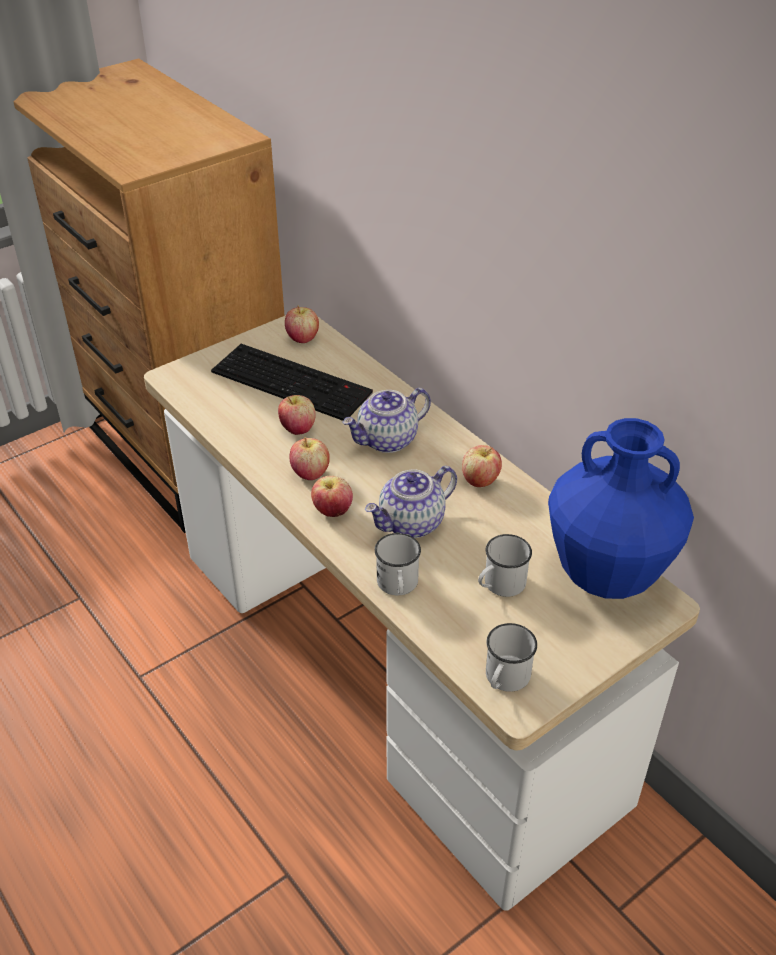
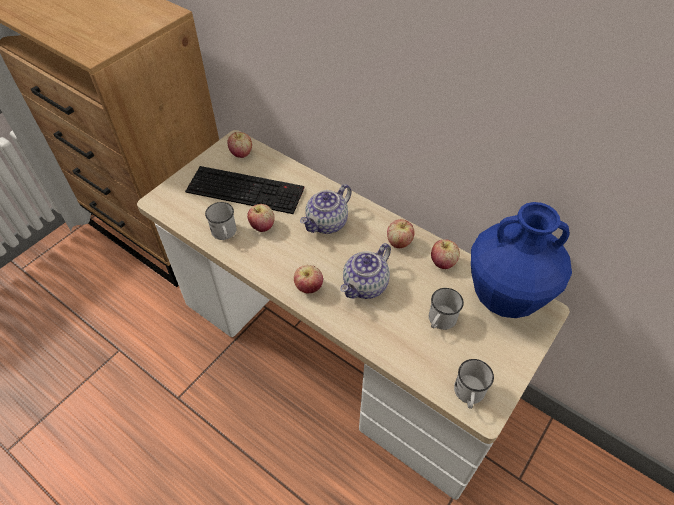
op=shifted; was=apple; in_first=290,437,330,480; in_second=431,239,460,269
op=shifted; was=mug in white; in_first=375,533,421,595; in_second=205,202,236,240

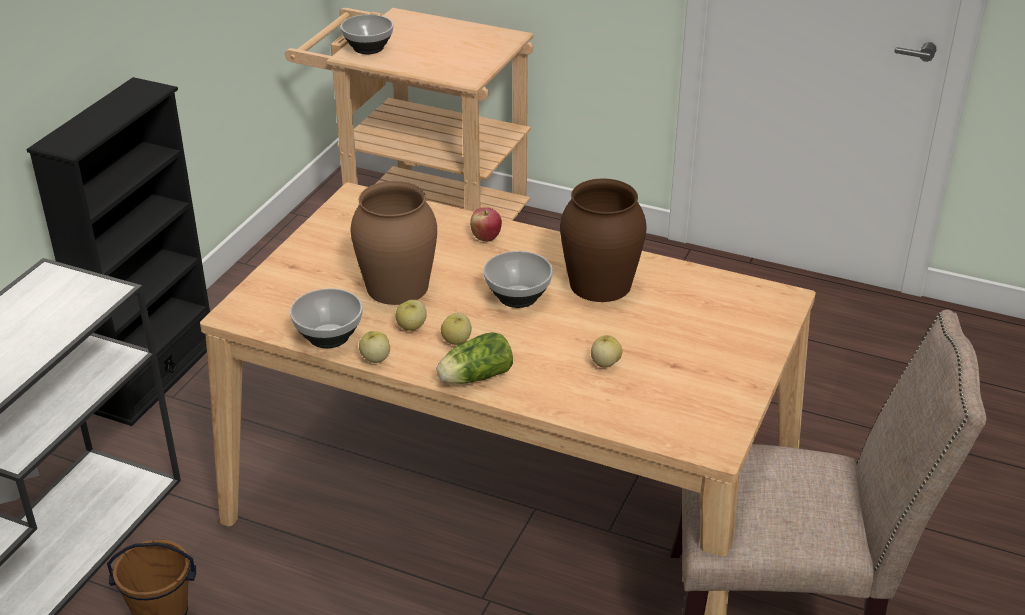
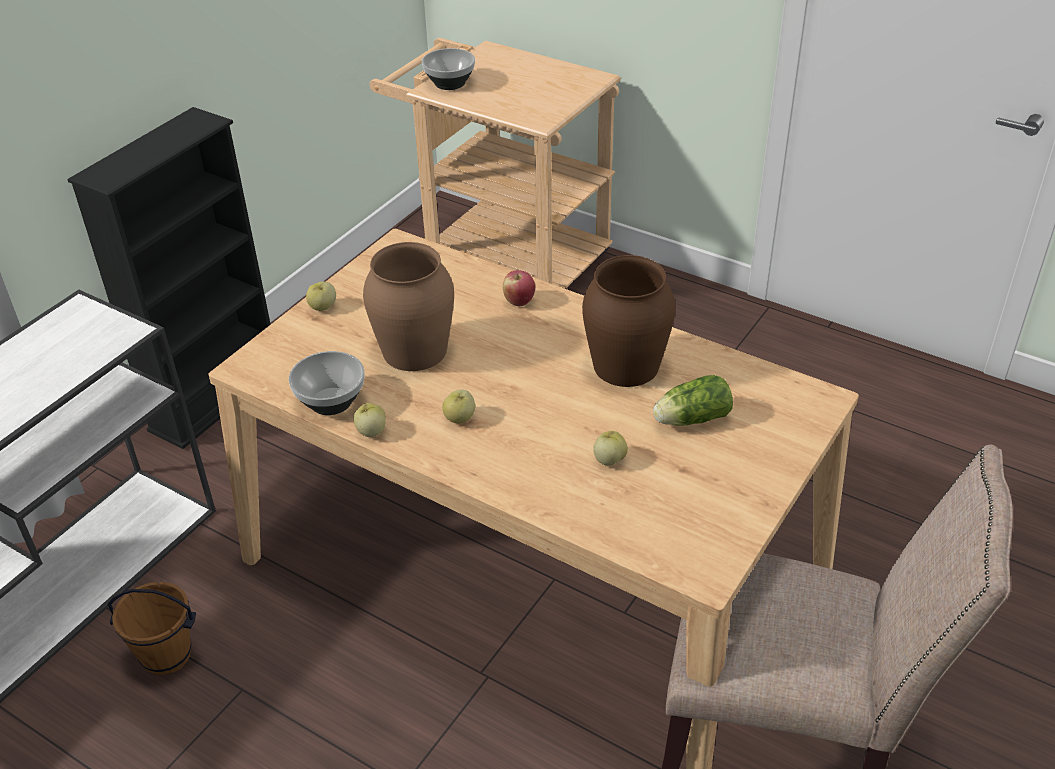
op=gone; was=bowl; in_first=483,251,553,308
op=shifted; was=apple; in_first=395,300,427,331; in_second=306,282,336,311
op=shifted; was=lettuce; in_first=436,332,513,384; in_second=653,375,733,426

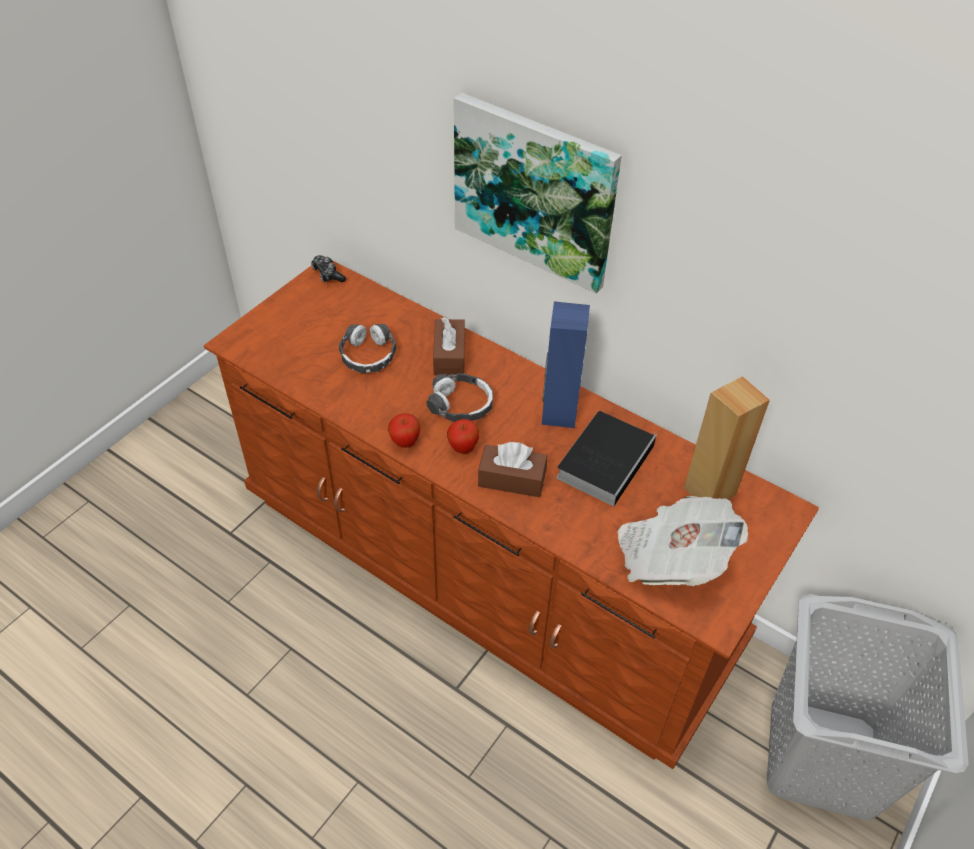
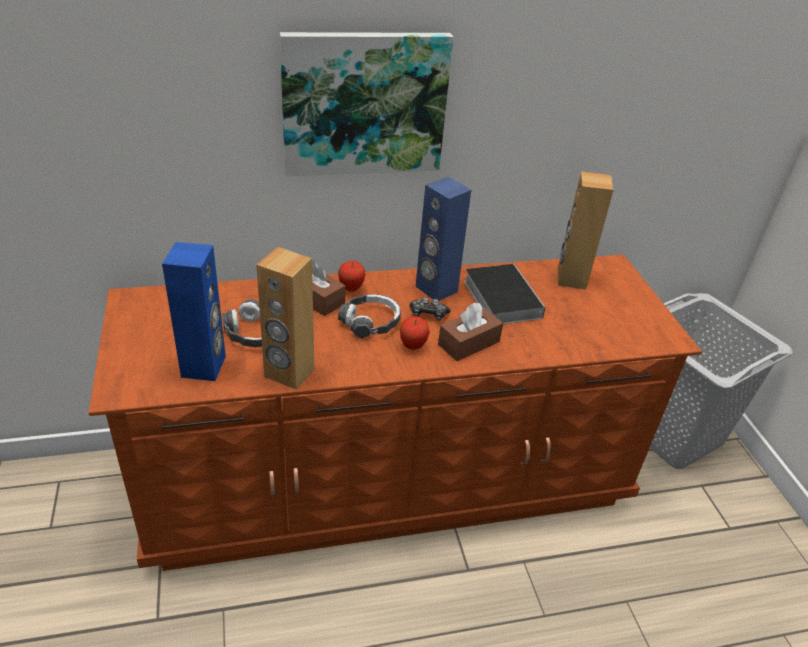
op=gone; was=newspaper; in_first=618,496,748,586
op=new; now=speaker in blue; in_second=162,242,226,381
op=new; now=speaker in brown; in_second=256,247,314,389
op=shifted; was=game controller; in_first=311,255,346,282; in_second=410,297,451,321
op=shifted; was=apple; in_first=388,413,420,448; in_second=338,261,365,292

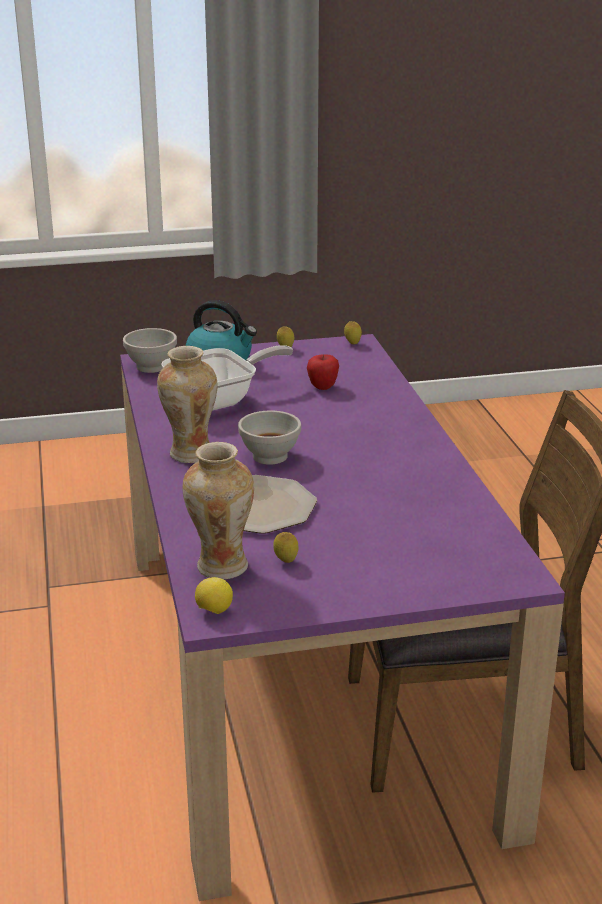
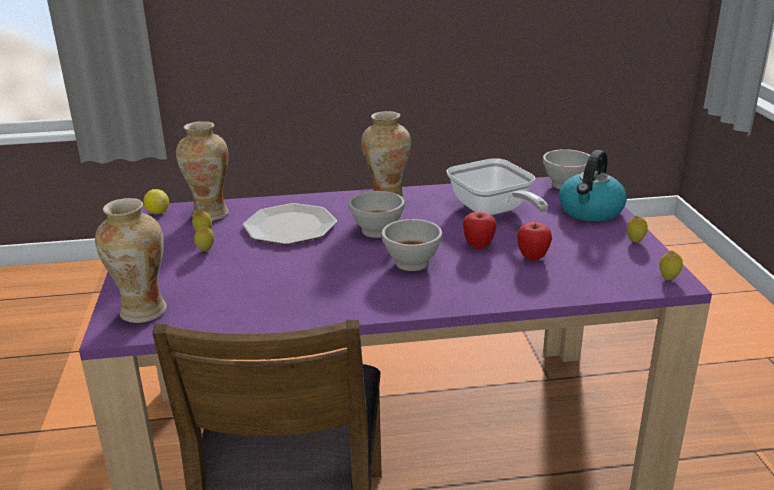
op=new; now=vase; in_second=95,198,167,323
op=new; now=lemon; in_second=194,227,214,251
op=new; now=bowl in white; in_second=382,219,442,271
op=new; now=apple; in_second=463,212,497,249

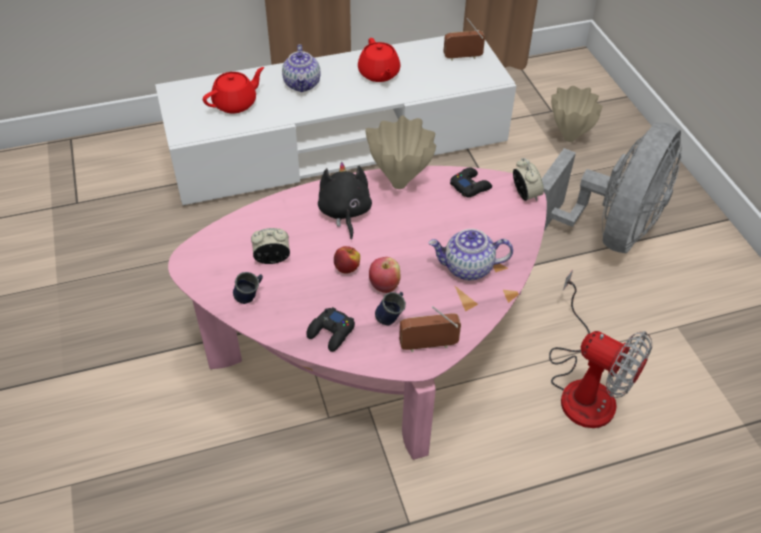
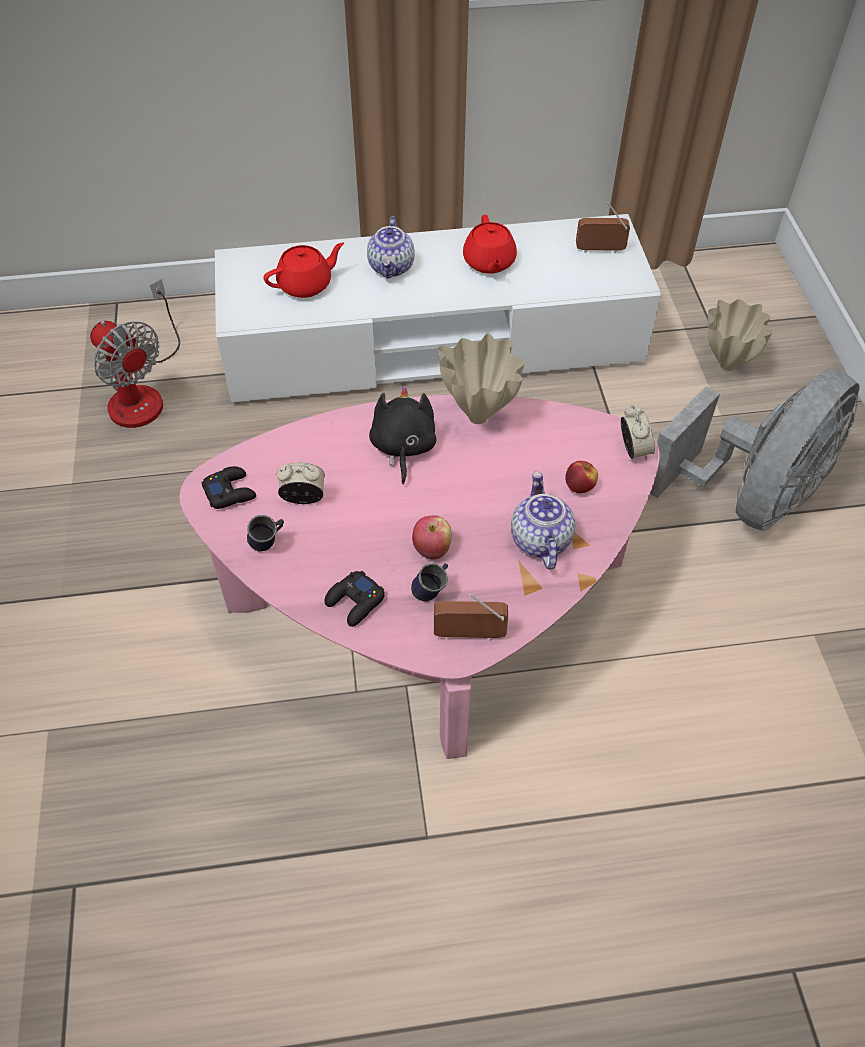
op=shifted; was=apple; in_first=334,246,360,274; in_second=565,461,598,493
op=shifted; was=game controller in black; in_first=450,167,492,197; in_second=201,466,256,509
op=shifted; was=fan; in_first=549,269,652,428; in_second=90,279,180,428
op=rotated; was=teapot; in_first=429,229,513,280; in_second=511,472,575,570; clockwise=75

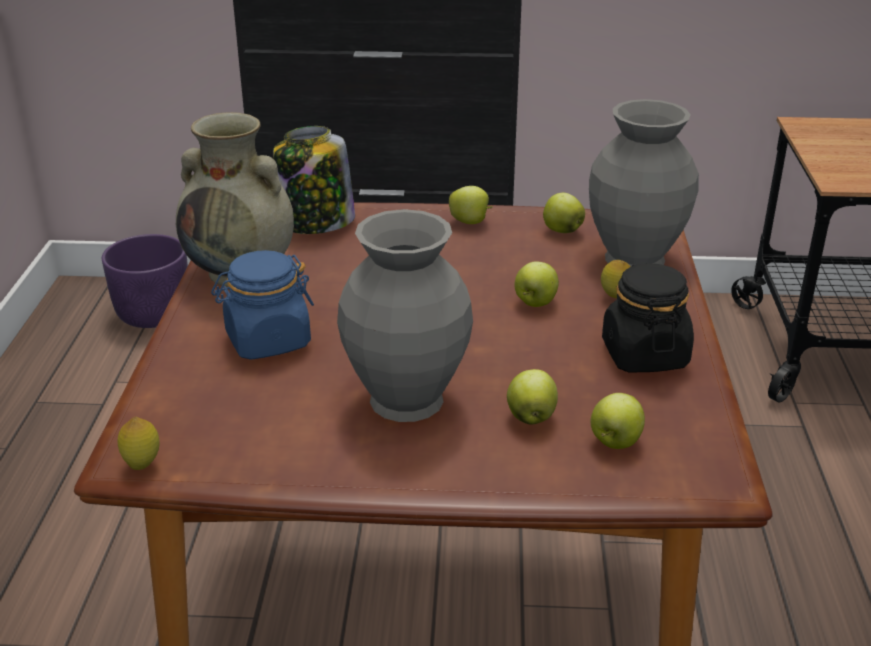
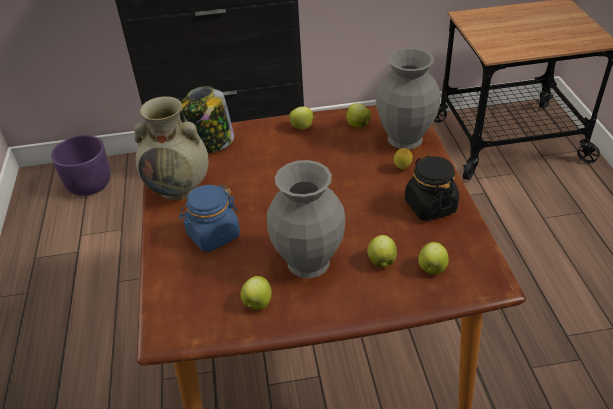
op=gone; was=lemon; in_first=117,417,160,470
op=shifted; was=apple; in_first=514,261,559,307; in_second=241,276,272,310

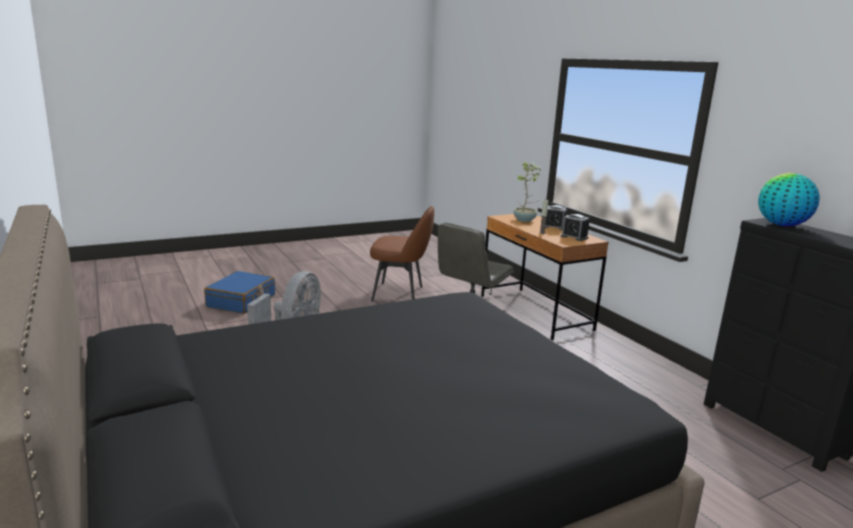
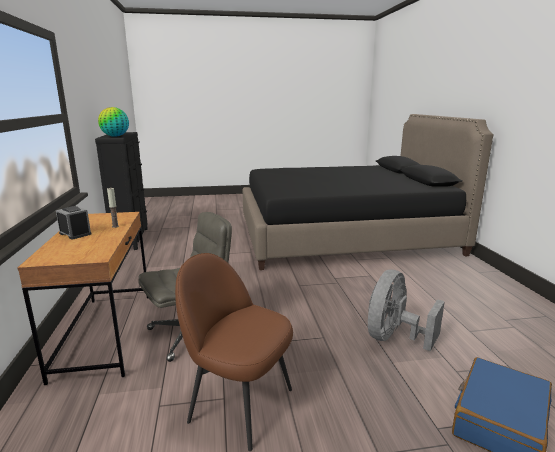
op=gone; was=potted plant; in_first=514,162,541,222
op=gone; was=alarm clock; in_first=561,214,590,241

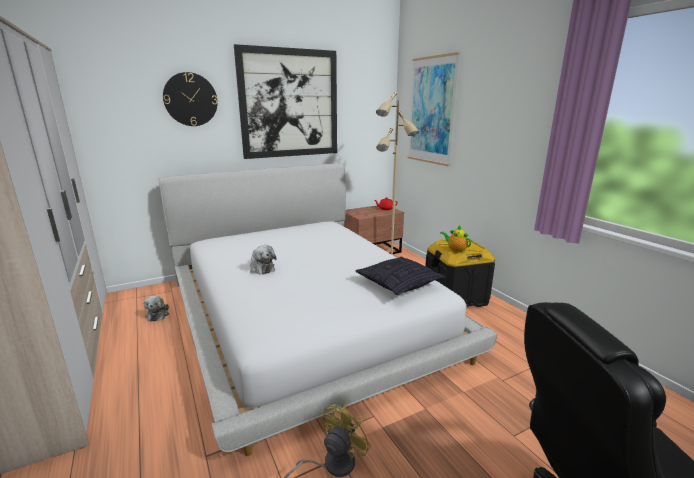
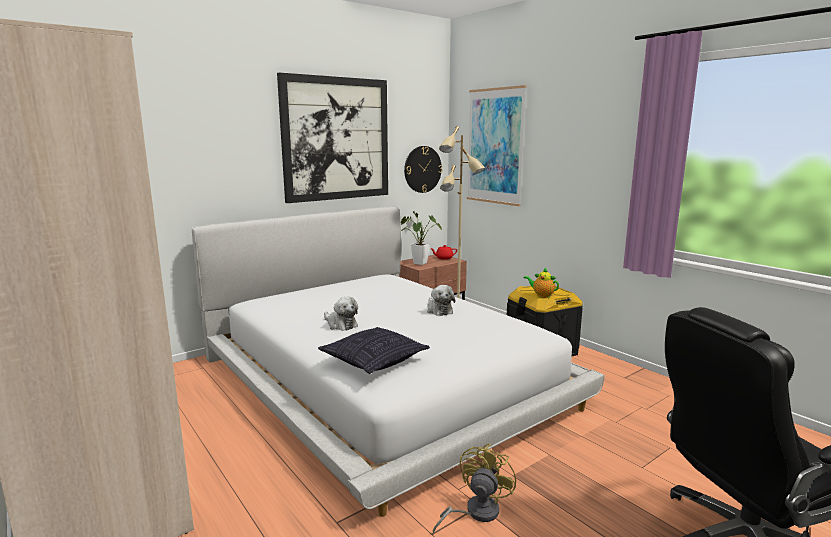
op=new; now=potted plant; in_second=401,211,442,265
op=shifted; was=plush toy; in_first=144,296,169,322; in_second=427,285,455,316
op=shifted; was=wall clock; in_first=163,72,218,126; in_second=404,146,442,193
op=shifted; was=pillow; in_first=355,257,445,295; in_second=318,327,430,374

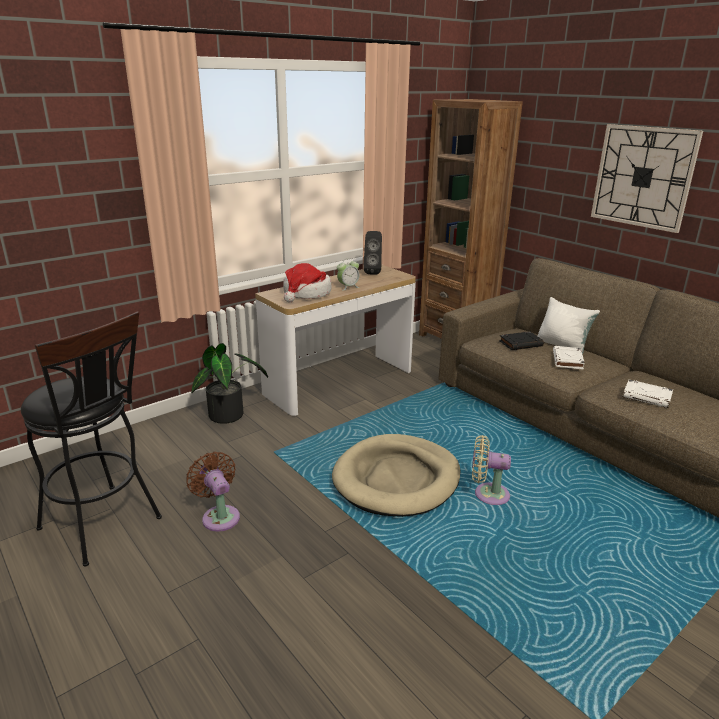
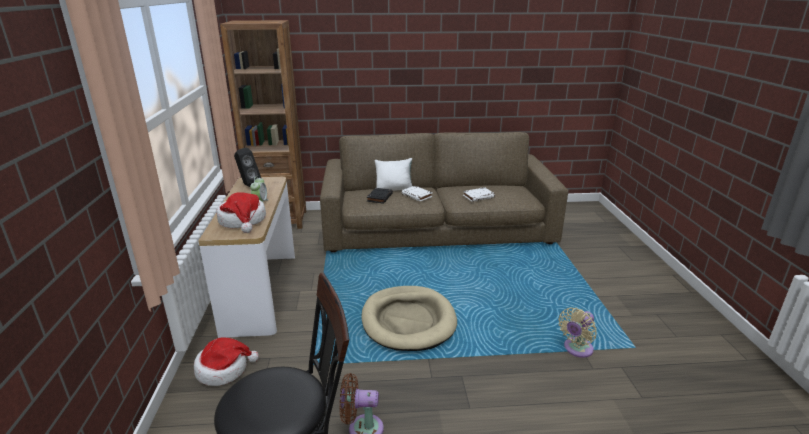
op=gone; was=wall clock; in_first=591,124,703,233
op=shifted; was=fan in beige; in_first=472,435,511,505; in_second=559,308,597,358
op=swapped; was=potted plant; now=hat; in_first=191,343,268,424; in_second=194,338,259,386

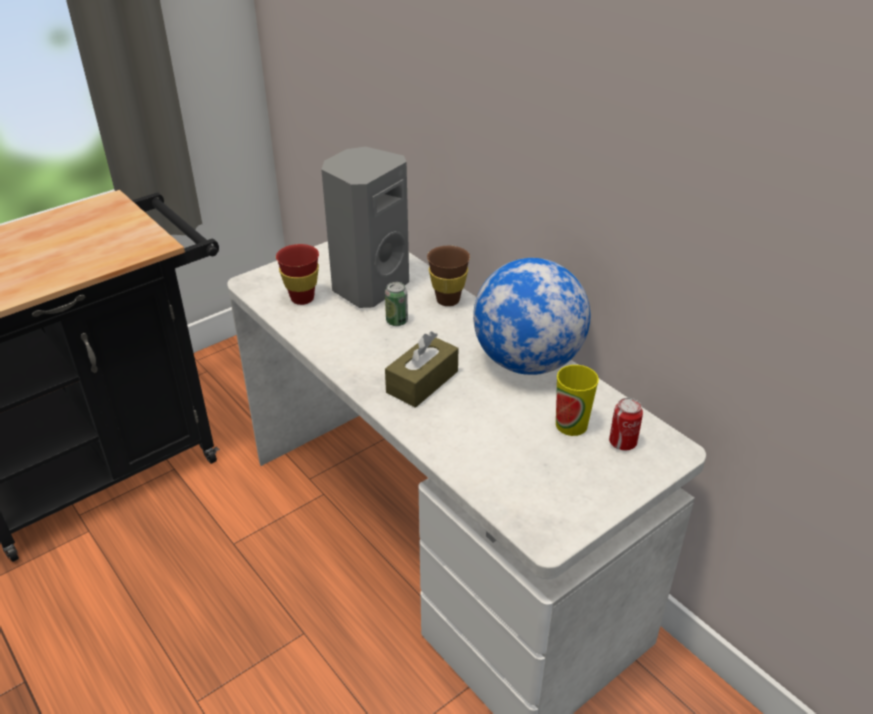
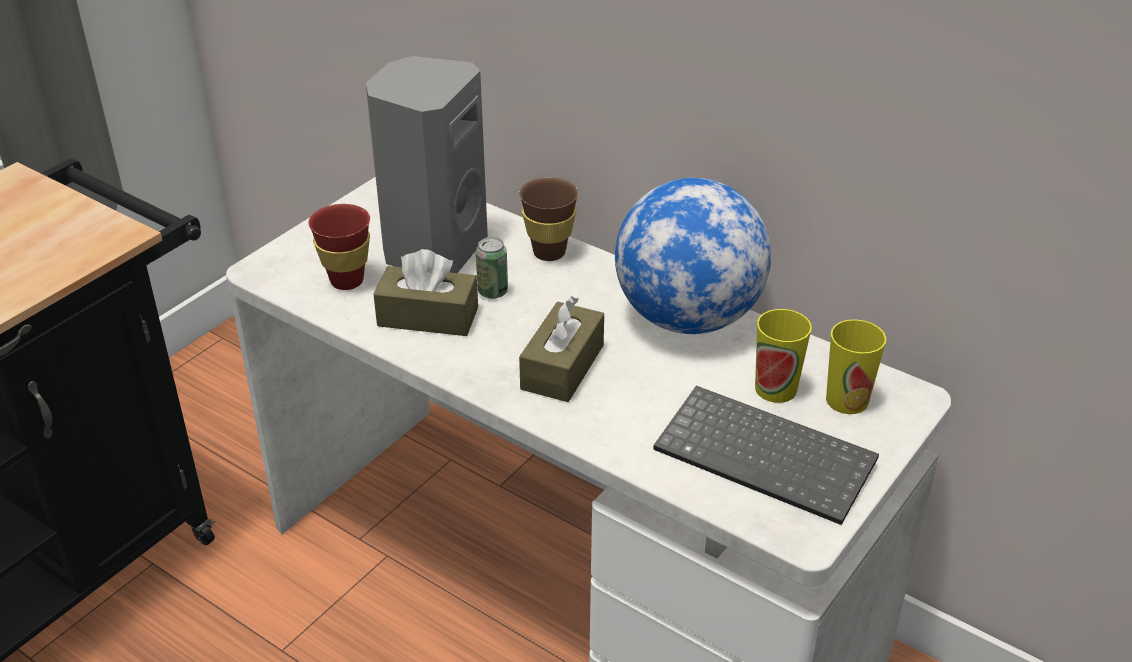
op=new; now=tissue box in brown; in_second=373,249,478,336
op=new; now=keyboard; in_second=653,386,879,525
op=swapped; was=can; now=cup; in_first=609,398,643,450; in_second=826,319,886,414

